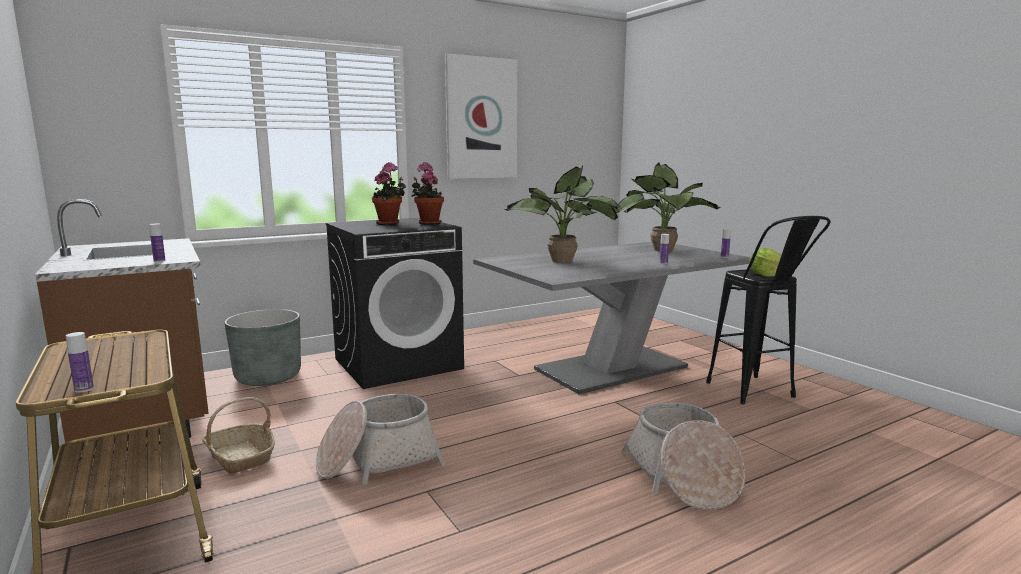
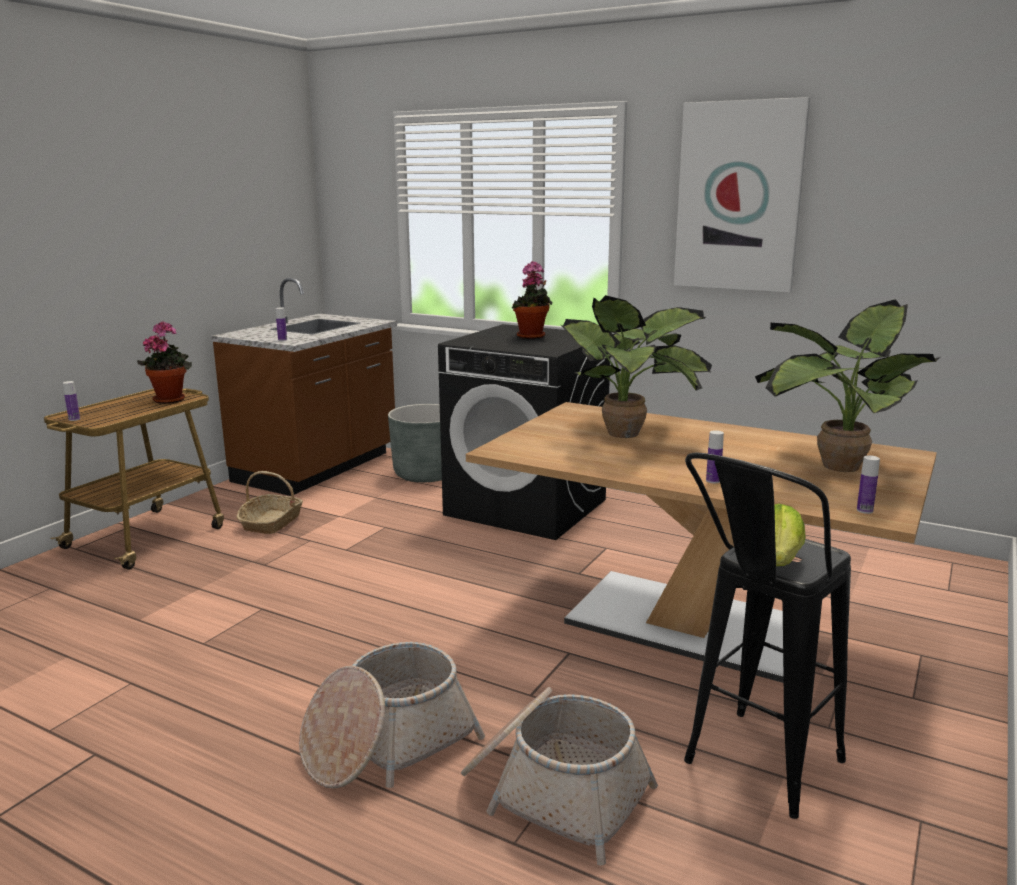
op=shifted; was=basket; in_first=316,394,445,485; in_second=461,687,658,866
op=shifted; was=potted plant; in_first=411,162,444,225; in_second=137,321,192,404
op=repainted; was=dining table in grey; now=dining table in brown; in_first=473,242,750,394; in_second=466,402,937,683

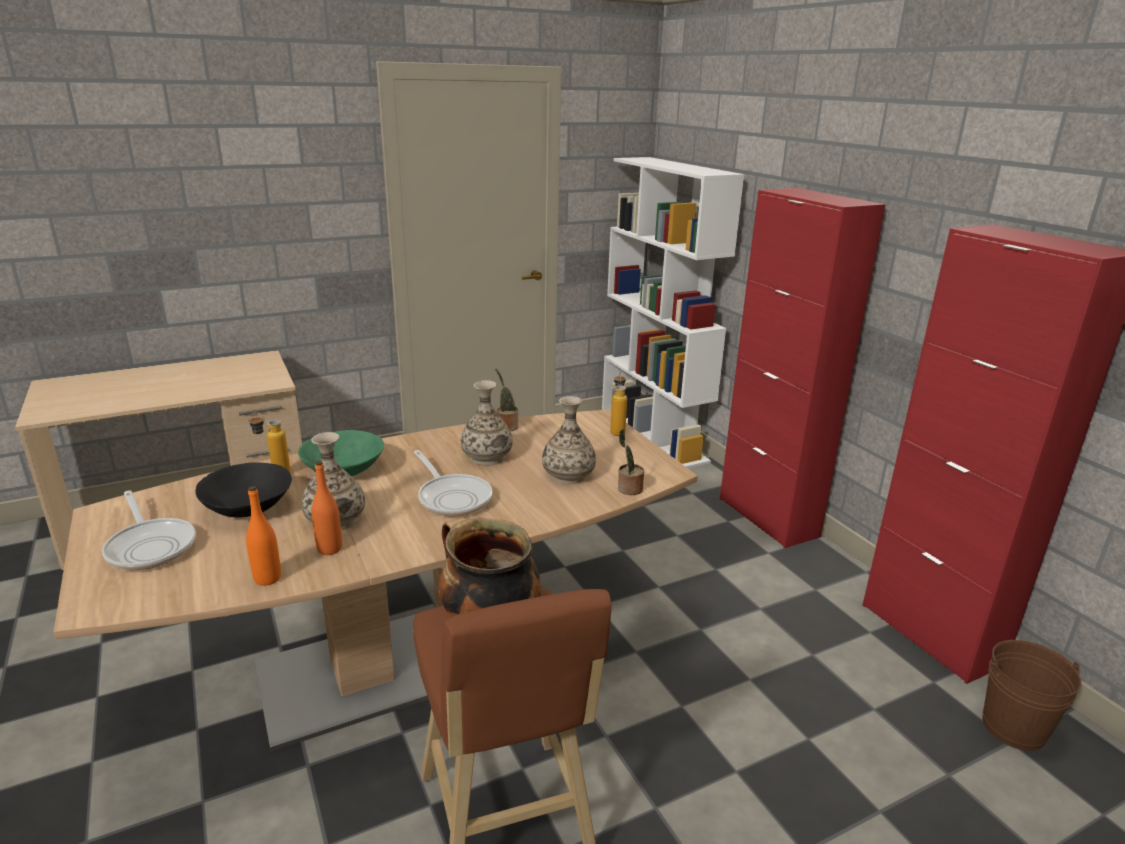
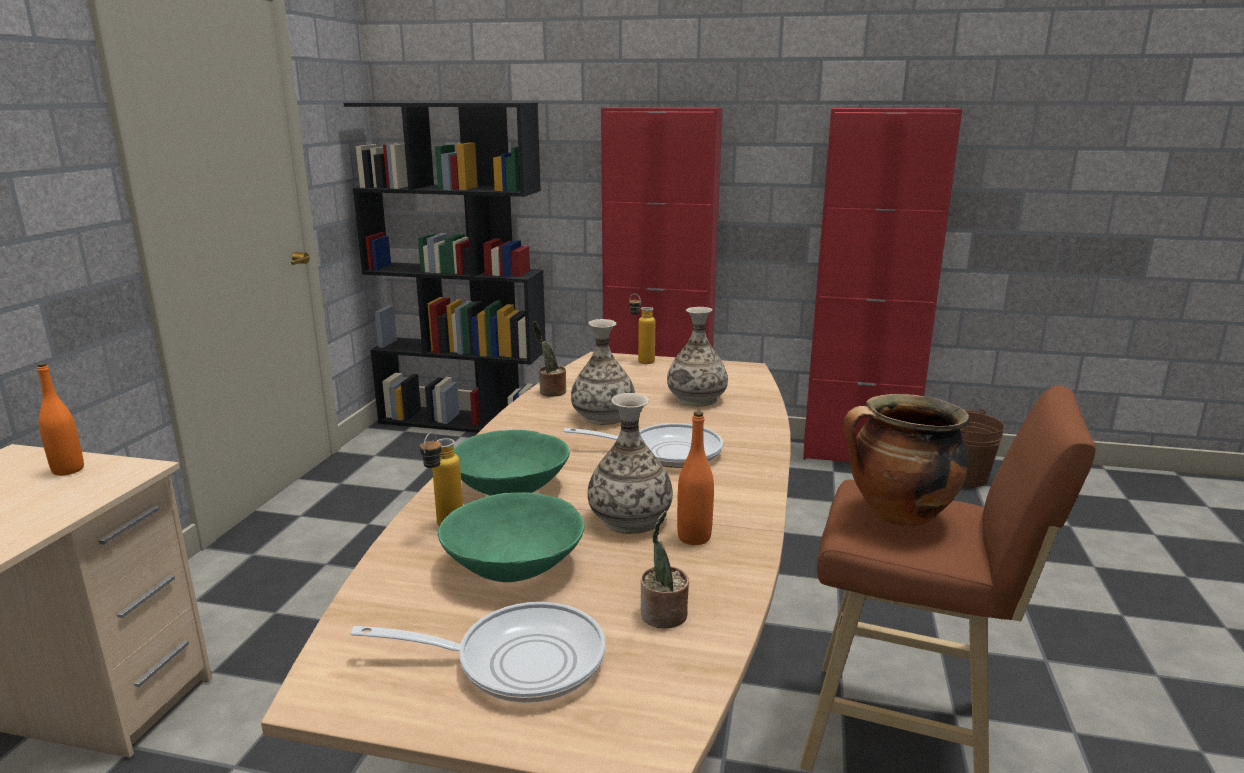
op=shifted; was=bottle in orange; in_first=246,486,281,586; in_second=37,363,84,476
op=shifted; was=potted plant; in_first=618,429,644,495; in_second=641,511,689,628
op=repainted; was=bowl in black; now=bowl in green; in_first=195,463,292,518; in_second=438,492,585,582
op=repainted; was=bookcase in white; now=bookcase in black; in_first=602,157,744,468; in_second=344,102,546,433

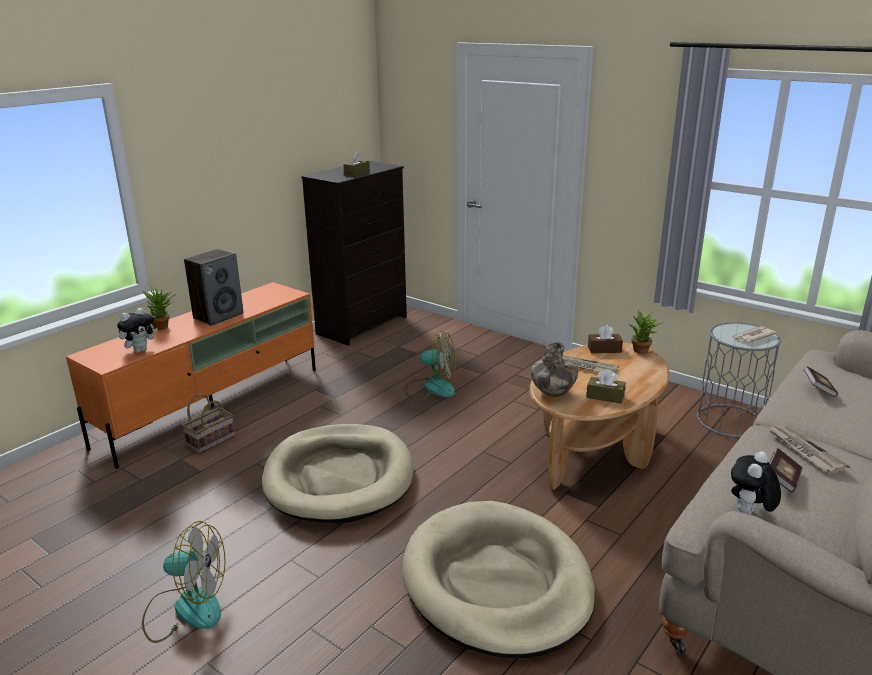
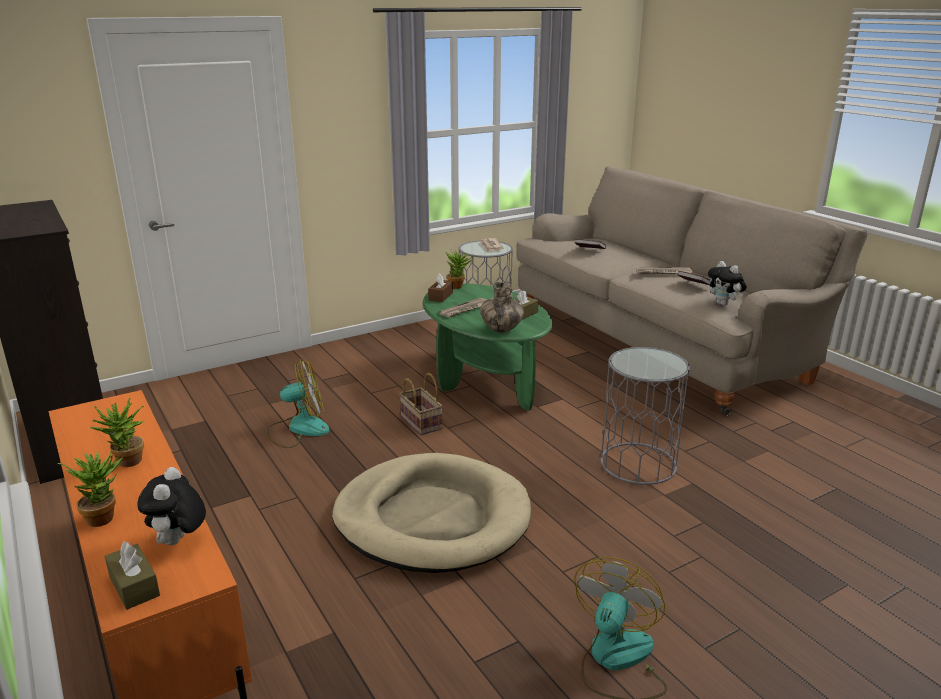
op=shifted; was=basket; in_first=182,394,235,454; in_second=399,373,443,435
op=shifted; was=tissue box in brown; in_first=343,152,370,177; in_second=105,541,160,610
op=swapped; was=speaker; now=potted plant; in_first=184,249,244,326; in_second=90,397,144,467
op=swapped; was=dog bed in beige; now=side table in grey; in_first=402,501,595,658; in_second=600,347,690,485
op=repainted; was=coffee table in brown; now=coffee table in green; in_first=529,343,670,490; in_second=423,283,553,411
op=rotated; was=plush toy; in_first=117,308,158,353; in_second=138,467,206,545; clockwise=-150
op=rotated; was=fan; in_first=405,331,455,402; in_second=267,359,330,448; clockwise=45

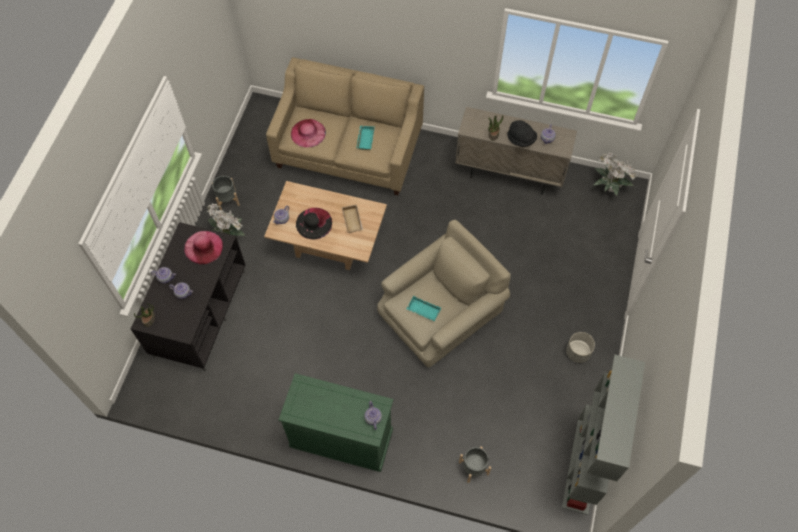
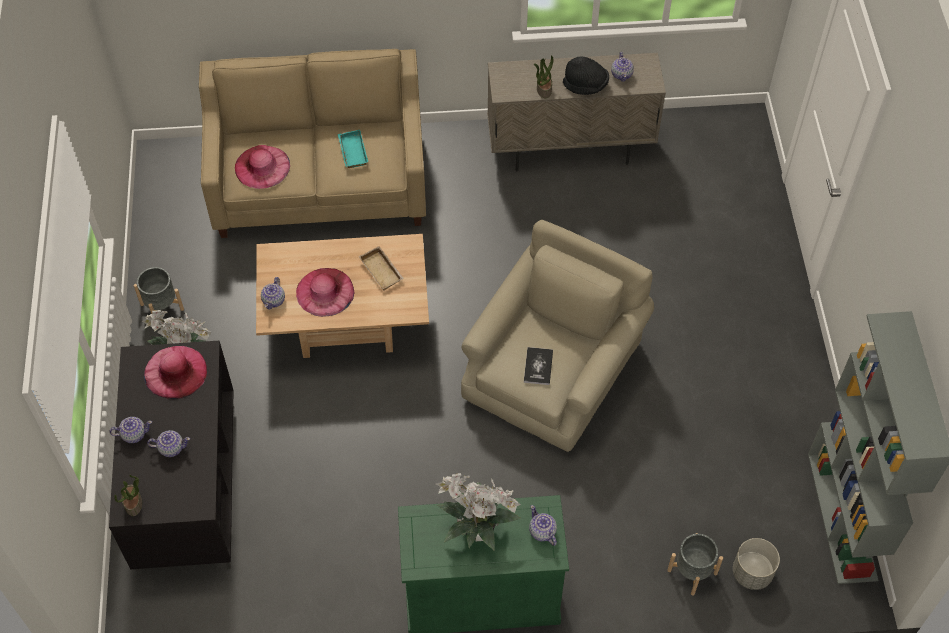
op=shifted; was=planter in grey; in_first=566,332,595,363; in_second=733,538,780,590
op=shifted; was=potted plant; in_first=593,153,637,196; in_second=436,473,521,551
op=swapped; was=tray in turquoise; now=book; in_first=407,296,441,321; in_second=524,347,553,385
op=repainted; was=hat in black; now=hat in pink; in_first=296,208,332,239; in_second=296,268,355,317

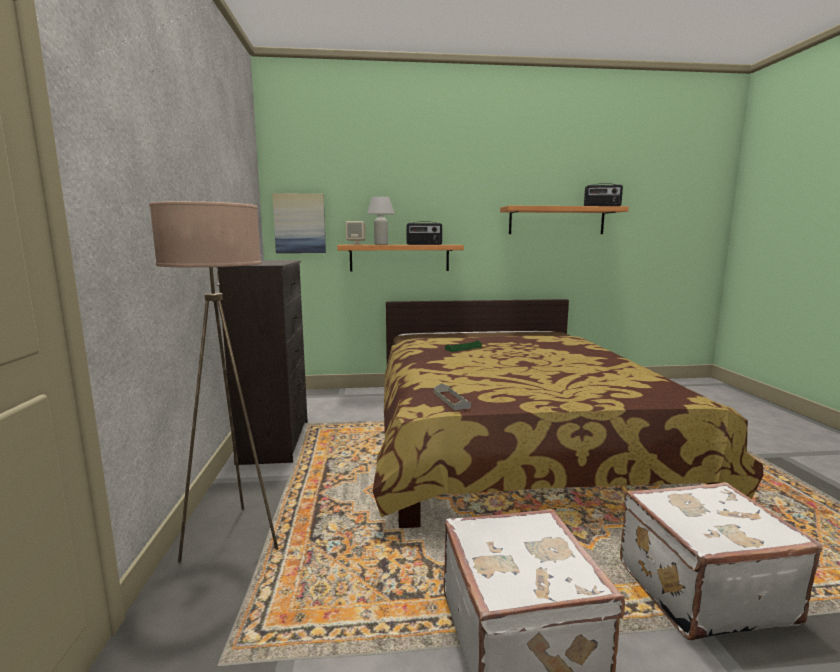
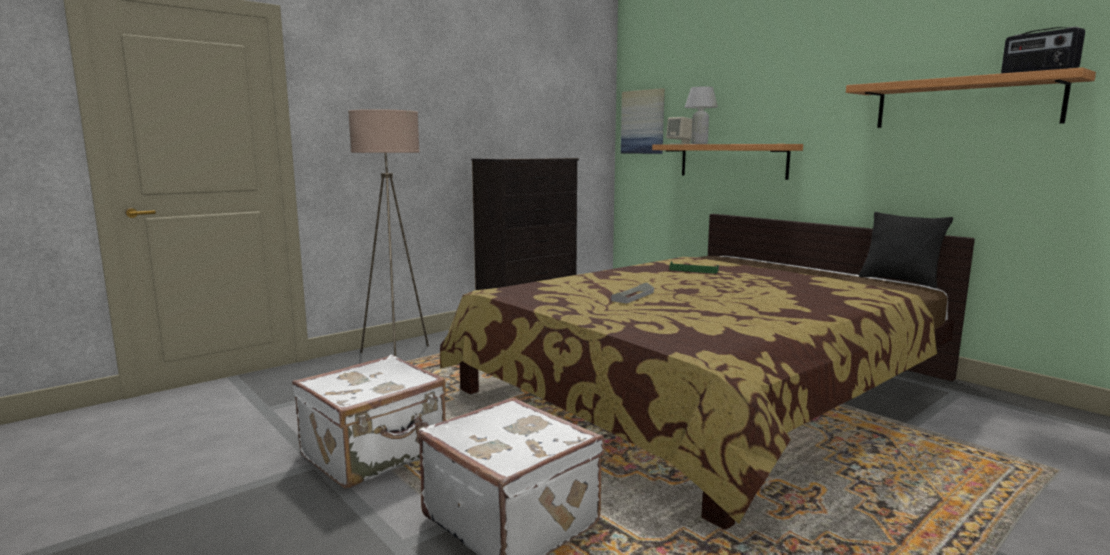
op=gone; was=radio; in_first=406,222,442,245
op=new; now=pillow in black; in_second=859,212,953,288
op=shifted; was=tray in grey; in_first=434,383,471,410; in_second=611,282,654,304

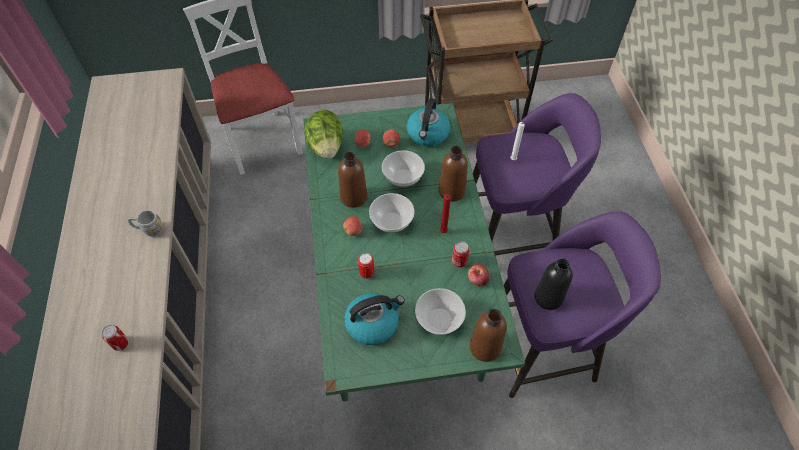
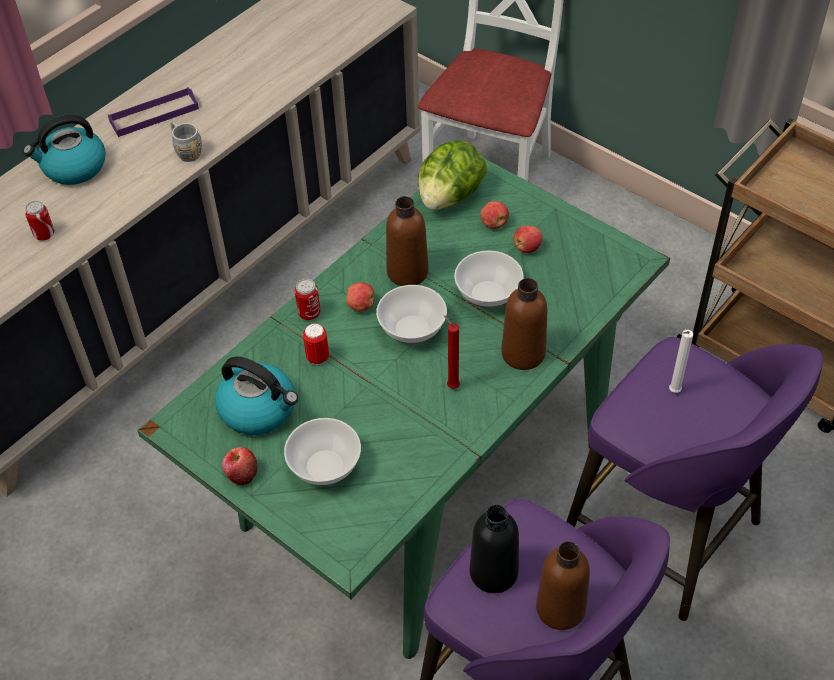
op=new; now=tray in purple; in_second=108,87,199,137
op=shifted; was=kettle; in_first=407,98,450,147; in_second=23,115,106,185
op=shifted; was=can; in_first=452,241,469,268; in_second=295,279,321,320
op=shifted; was=apple; in_first=468,264,490,287; in_second=222,447,258,485
op=shifted; was=bottle in brown; in_first=470,309,507,362; in_second=536,541,590,630

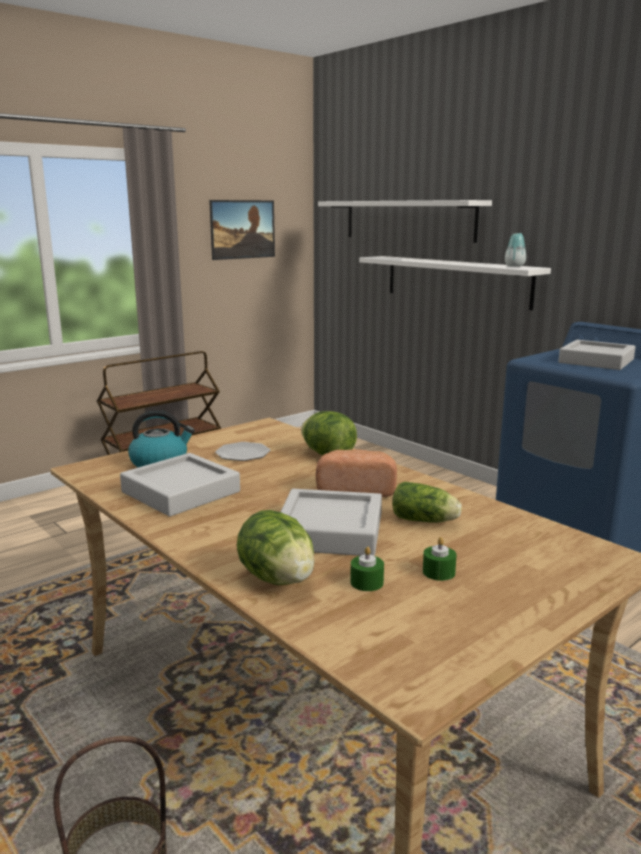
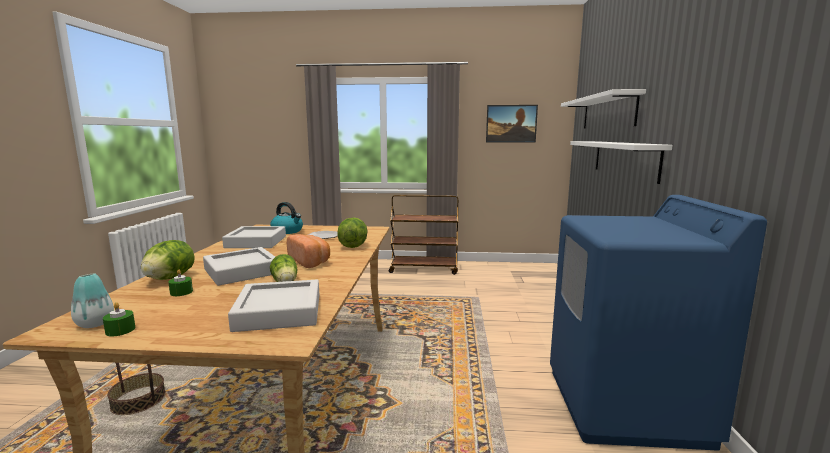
op=shifted; was=candle in green; in_first=423,537,457,581; in_second=103,302,136,336
op=shifted; was=vase; in_first=505,233,526,267; in_second=71,273,114,328
op=shifted; was=tray in grey; in_first=558,340,636,370; in_second=228,280,319,332

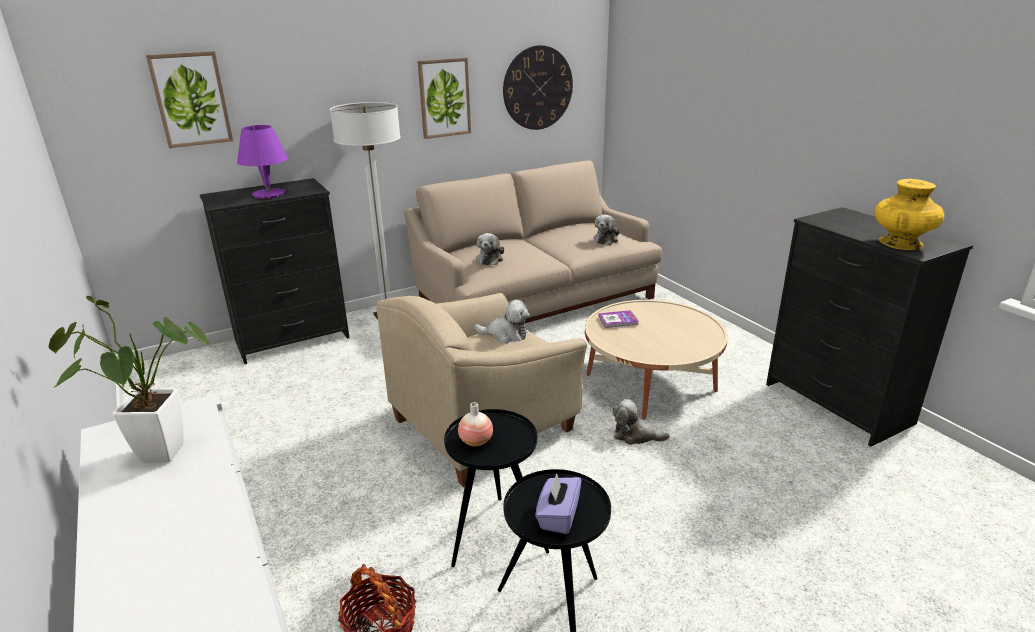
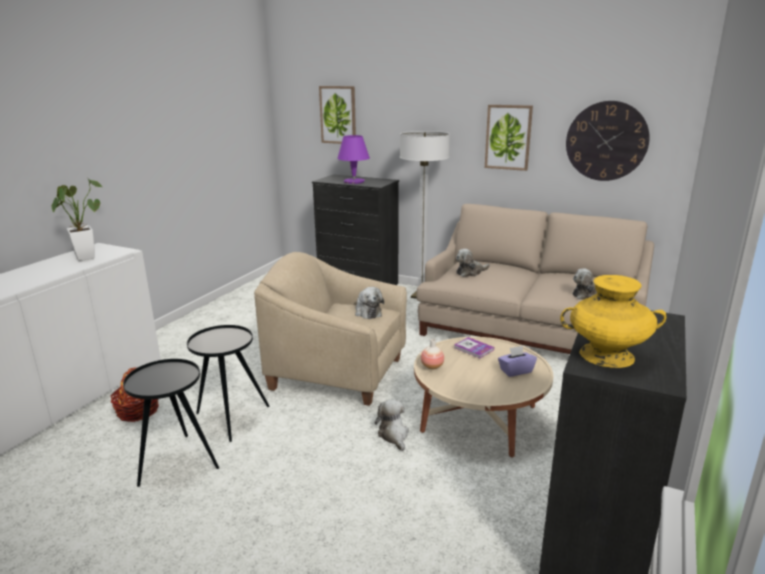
op=shifted; was=vase; in_first=458,402,493,447; in_second=421,339,444,369
op=shifted; was=tissue box in purple; in_first=535,473,582,534; in_second=498,346,537,377

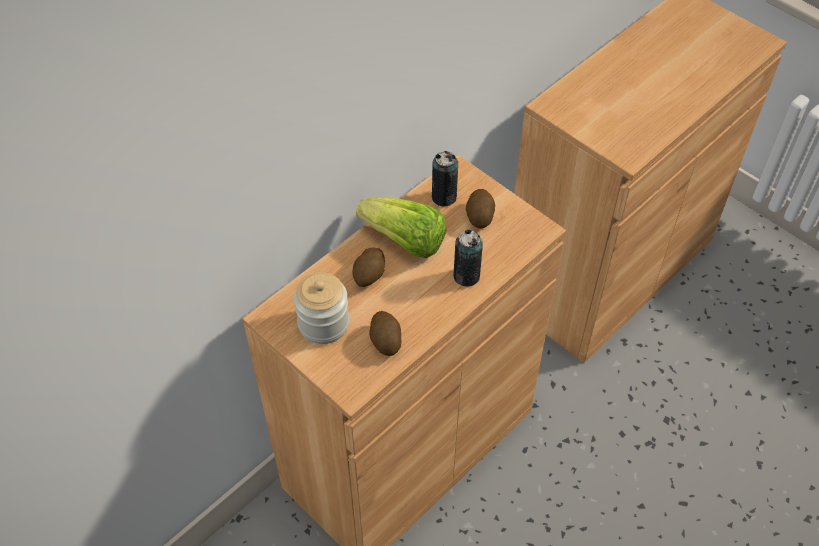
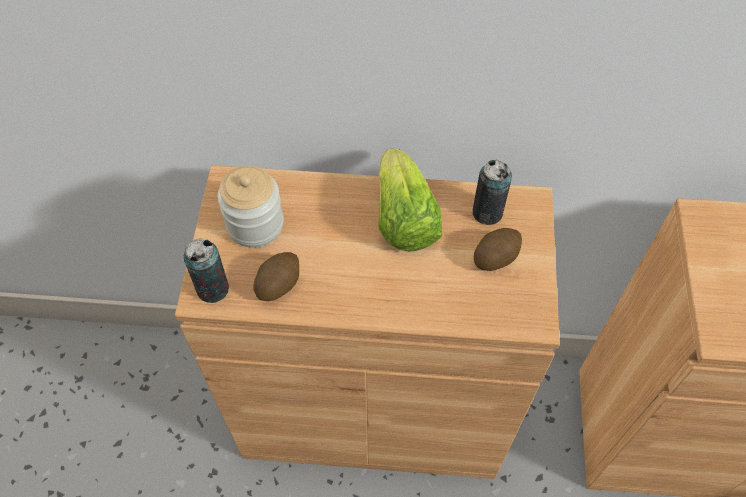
op=gone; was=potato; in_first=353,248,385,287
op=shifted; was=can; in_first=453,230,483,287; in_second=184,238,229,303

